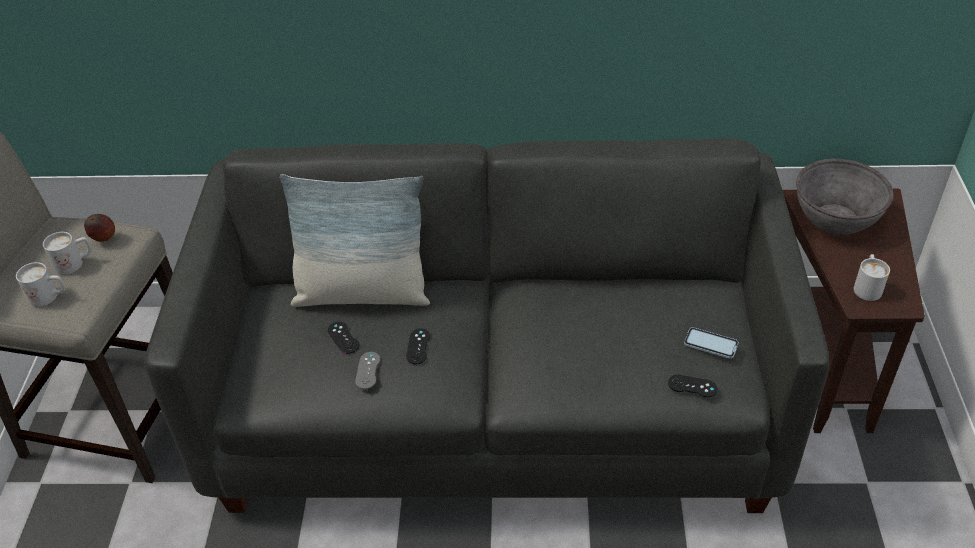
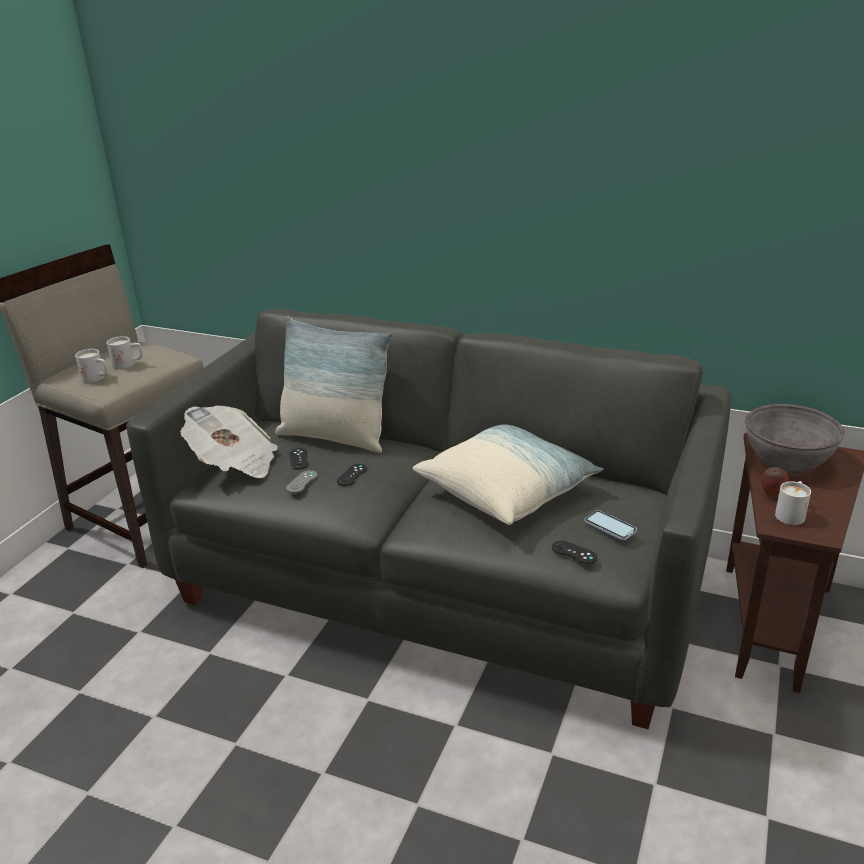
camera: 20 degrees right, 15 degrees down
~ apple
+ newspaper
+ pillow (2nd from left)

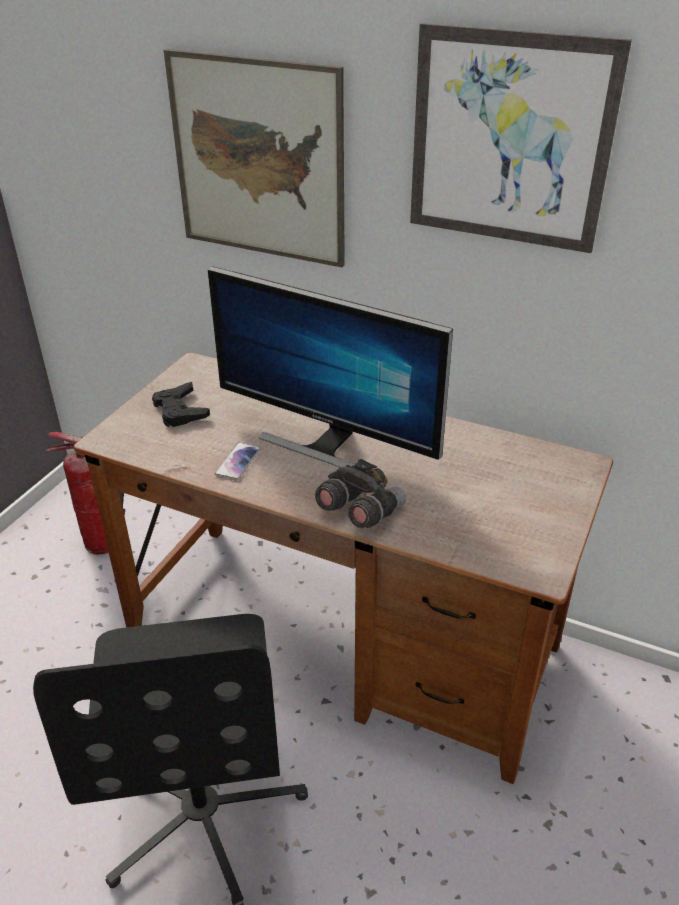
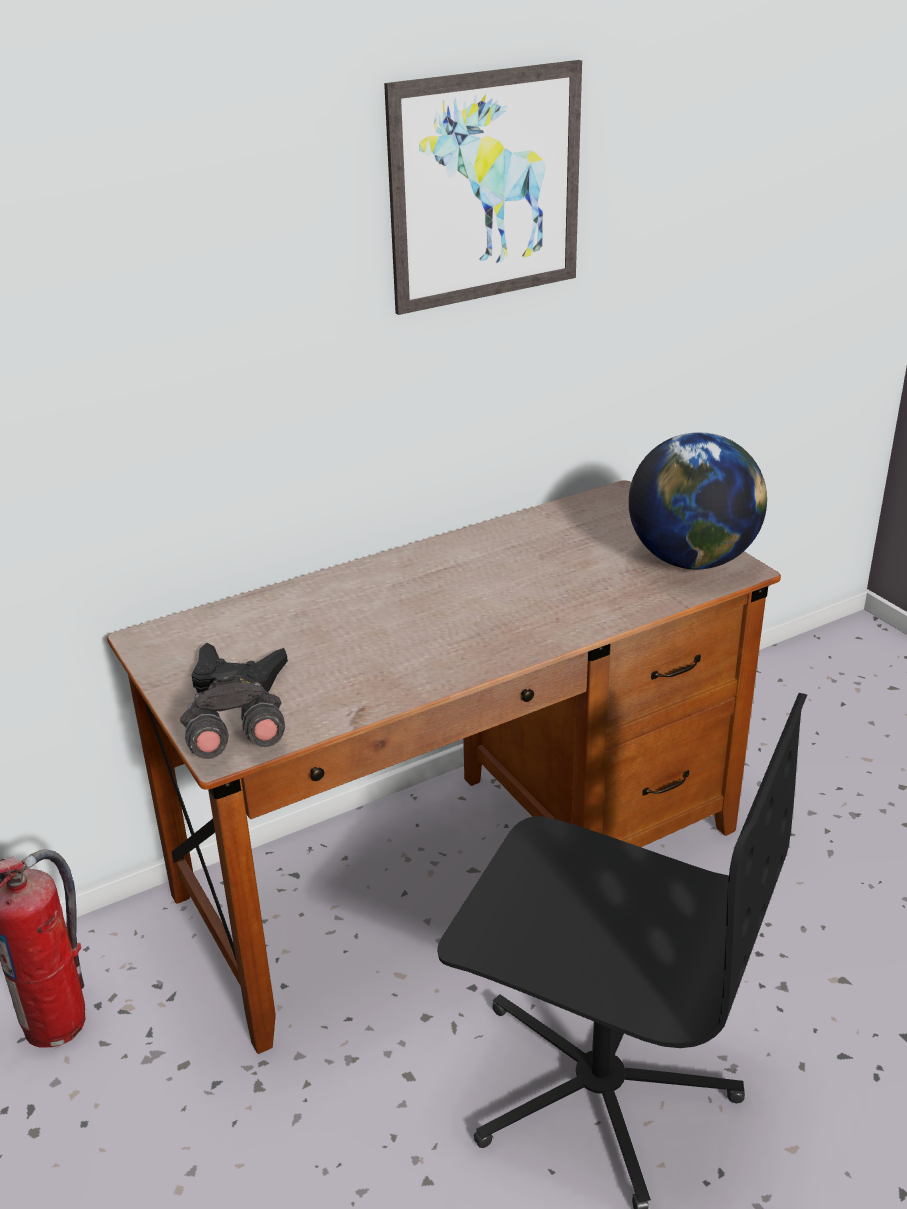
camera: 55 degrees left, 5 degrees down
- picture (1st from left)
- monitor
- phone
~ binoculars in grey
+ globe

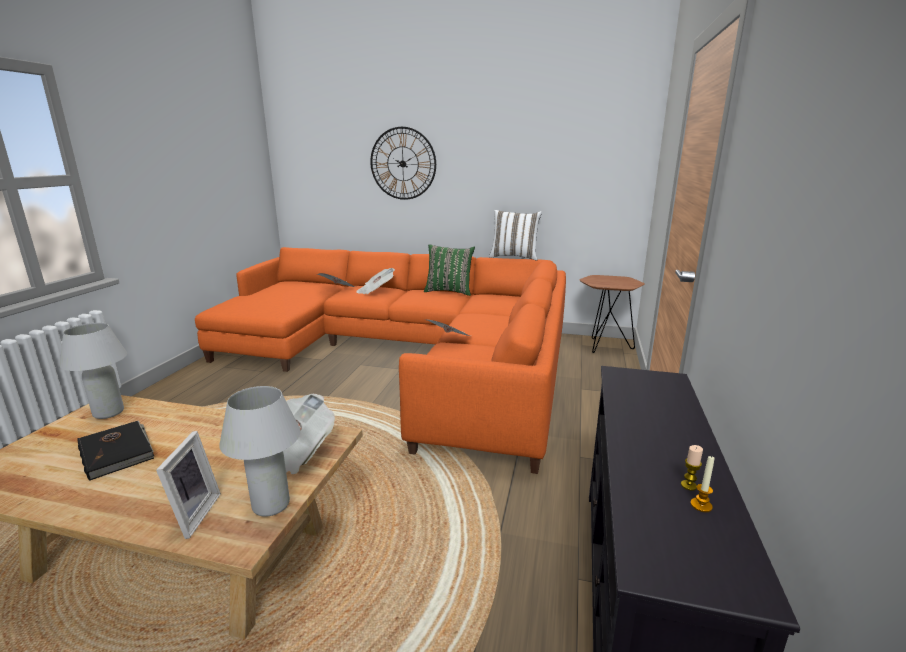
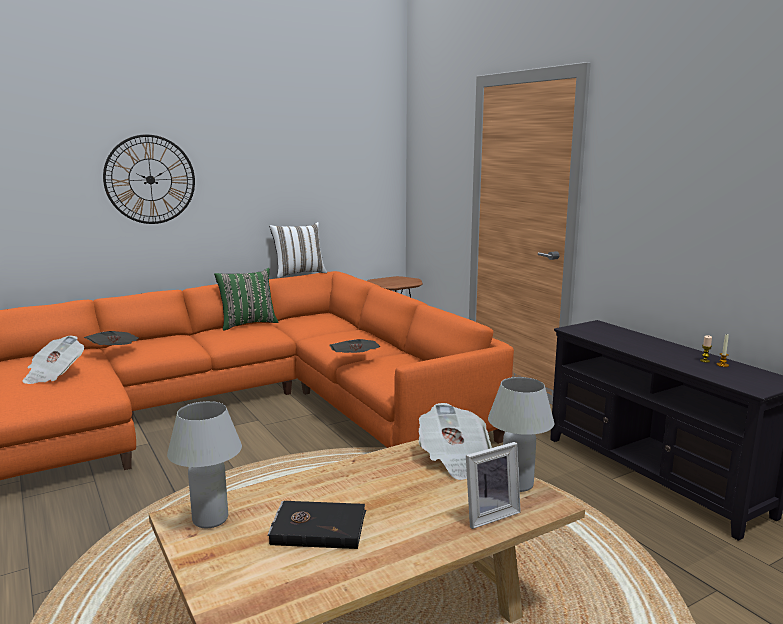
camera: 45 degrees left, 5 degrees down
~ picture frame 105 degrees clockwise
~ newspaper (3rd from left in the first image) to newspaper (1st from left)

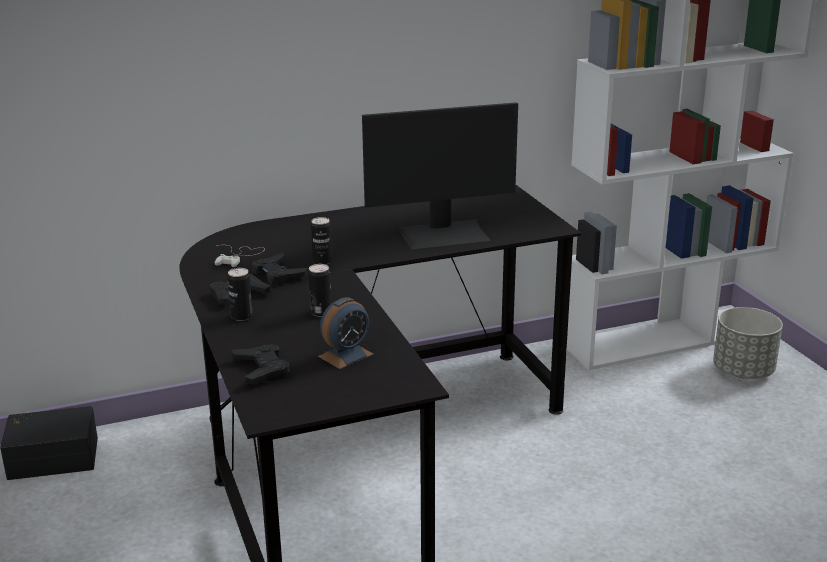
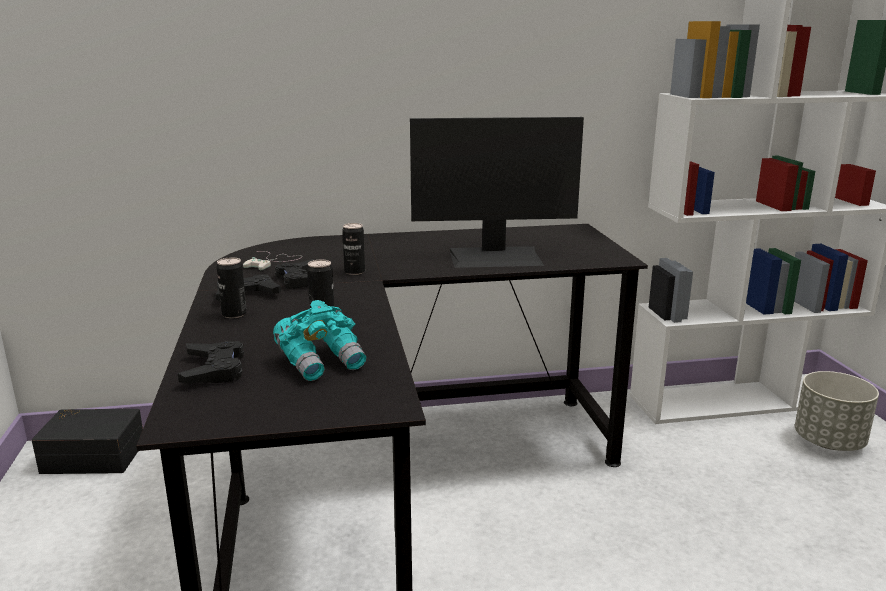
camera: 10 degrees right, 5 degrees down
~ alarm clock to binoculars in turquoise

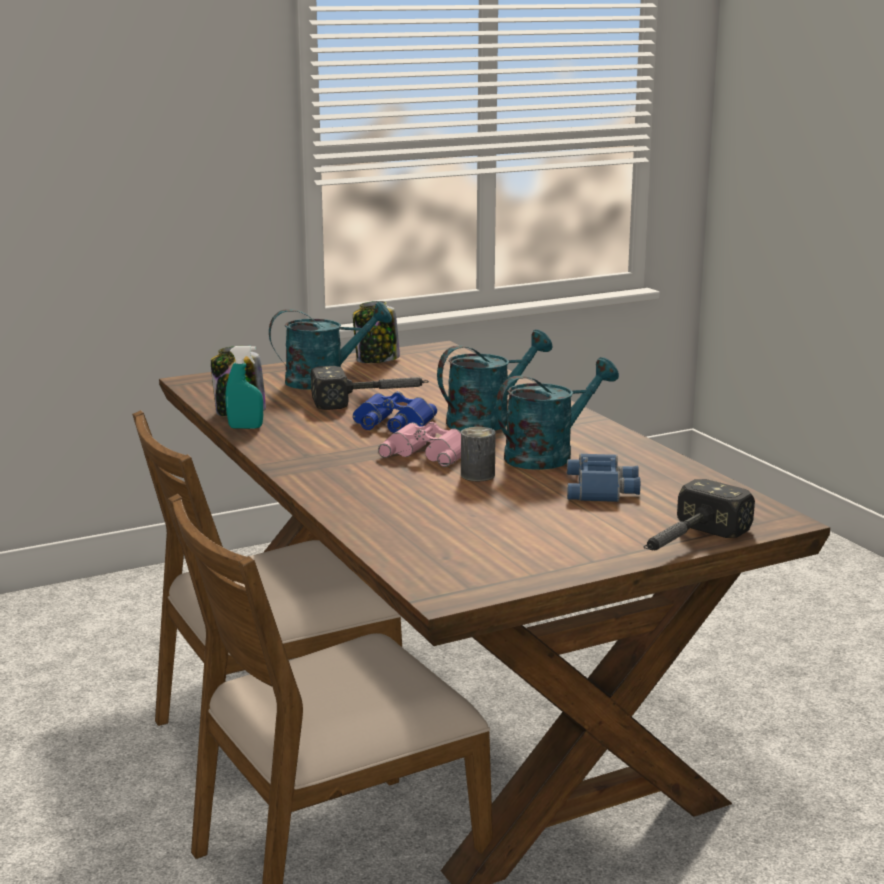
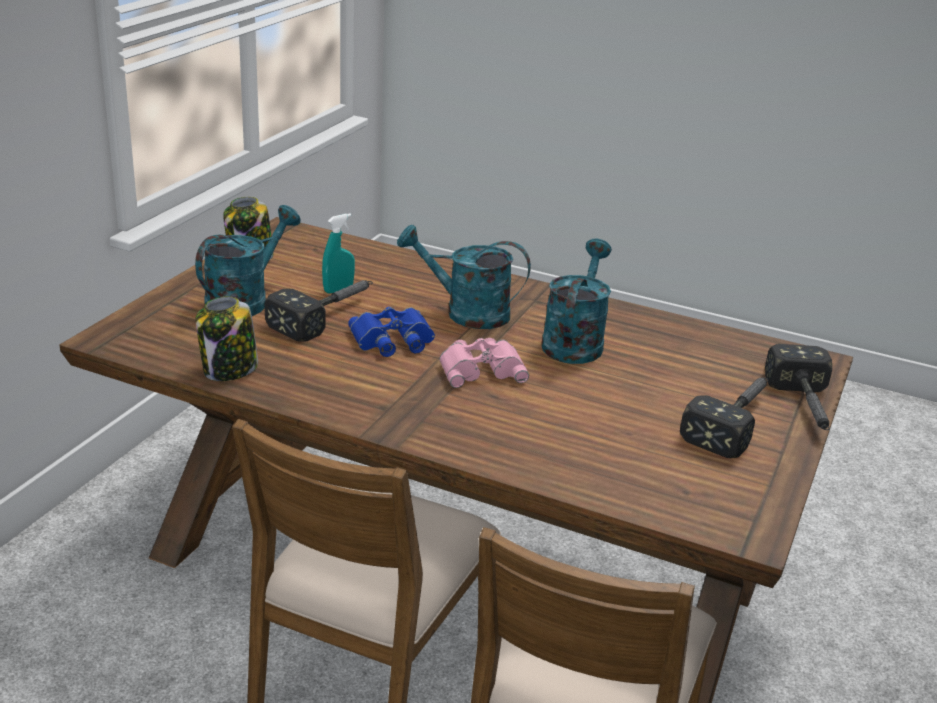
camera: 40 degrees left, 10 degrees up
~ spray bottle in turquoise
~ watering can in turquoise (2nd from left) 90 degrees counterclockwise
- can
- binoculars in blue (2nd from left)
+ hammer (2nd from left)

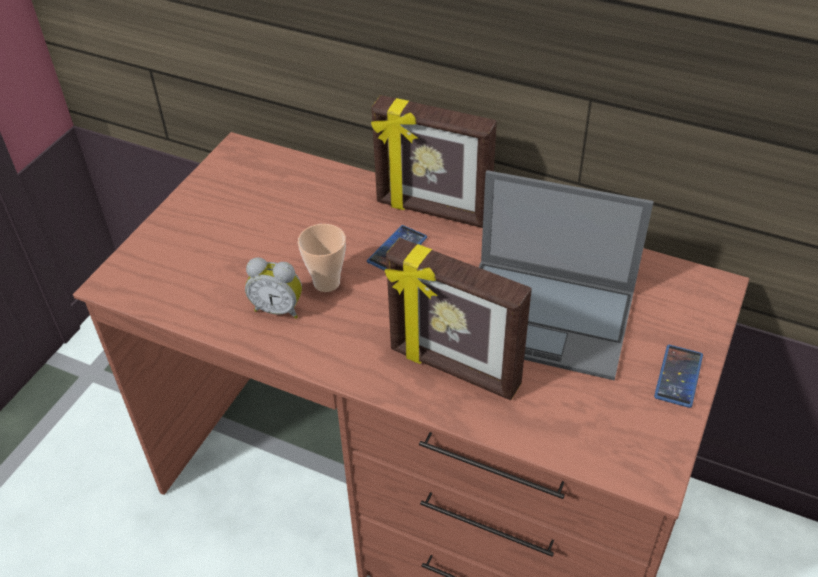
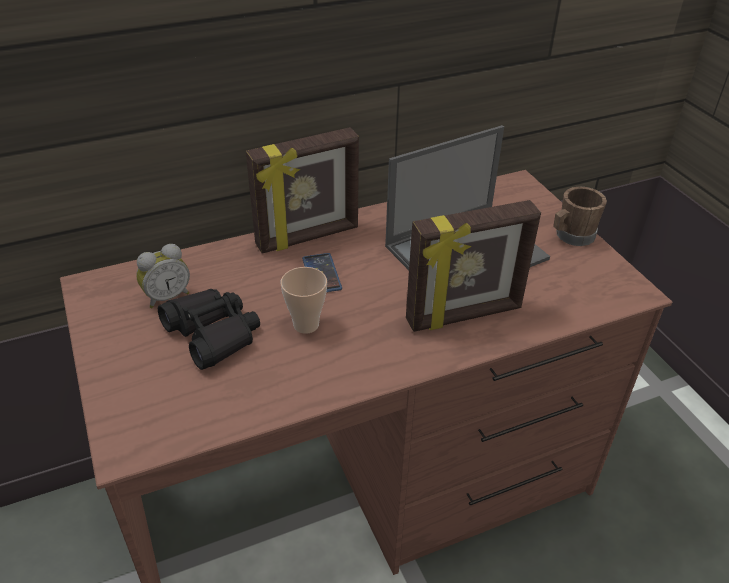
camera: 50 degrees left, 5 degrees down
~ alarm clock
~ phone (2nd from left) to mug in brown
+ binoculars in black

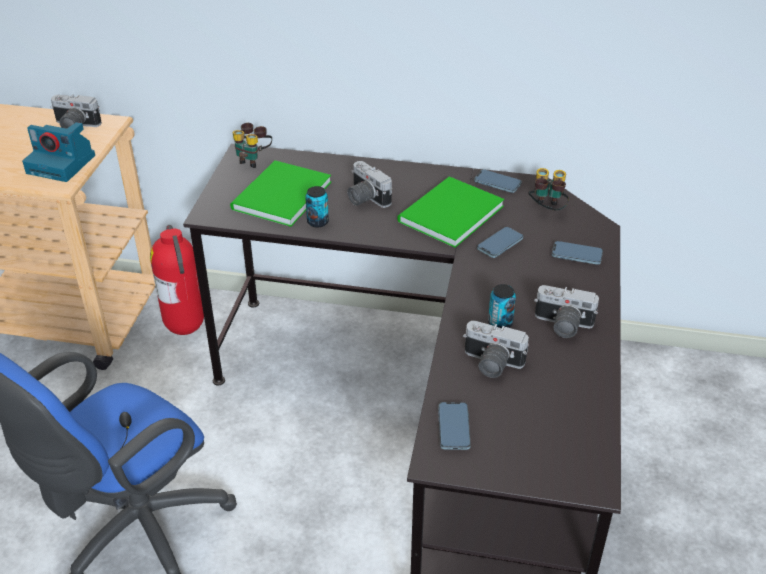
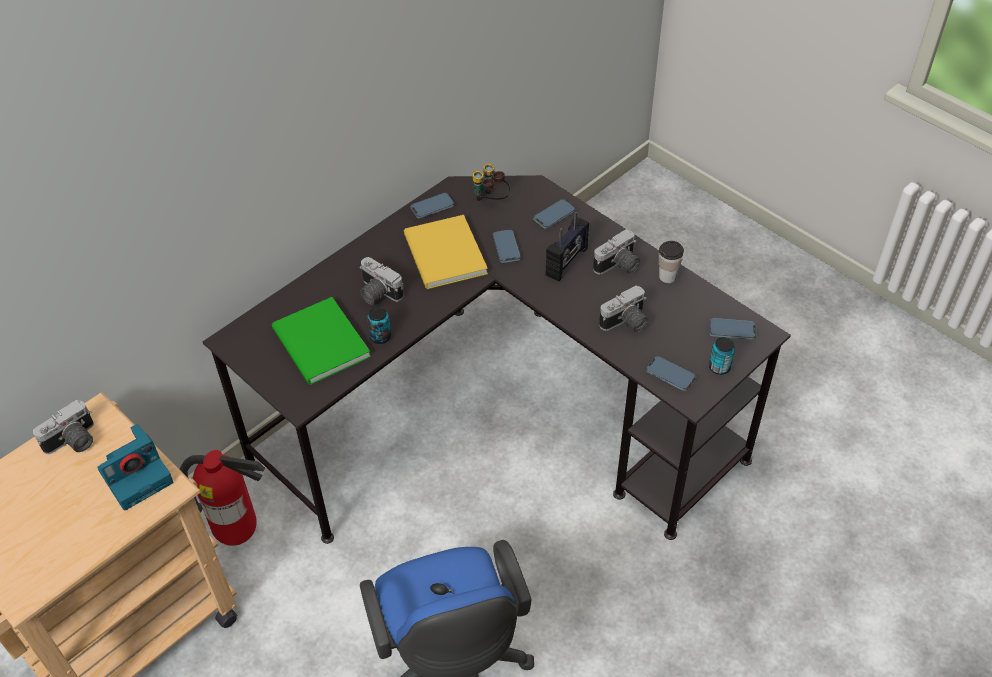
camera: 55 degrees left, 10 degrees up
- binoculars (1st from left)
~ photo camera (3rd from left) 45 degrees clockwise
~ book in green (2nd from left) to book in yellow
~ can (2nd from left)
+ radio
+ cup
+ phone (5th from left)

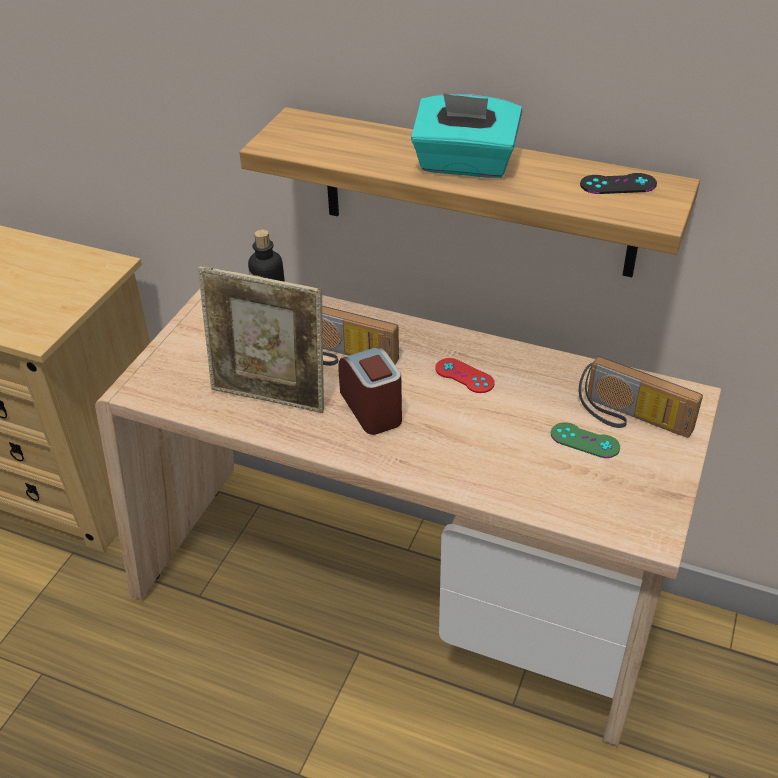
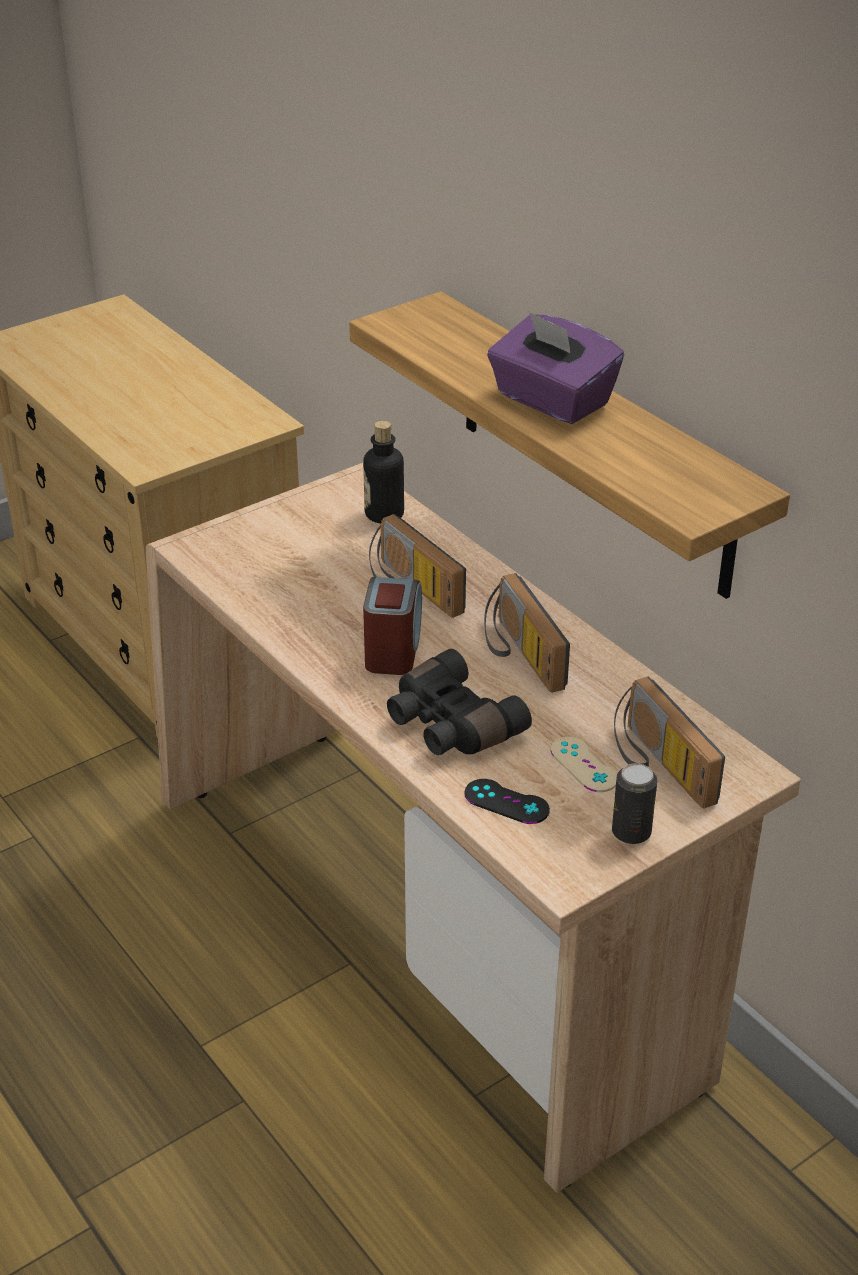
camera: 30 degrees right, 5 degrees down
- picture frame
~ tissue box in turquoise to tissue box in purple
~ game controller in red to radio (2nd from left)
~ game controller in green to game controller in beige
~ game controller in black
+ binoculars in black
+ can

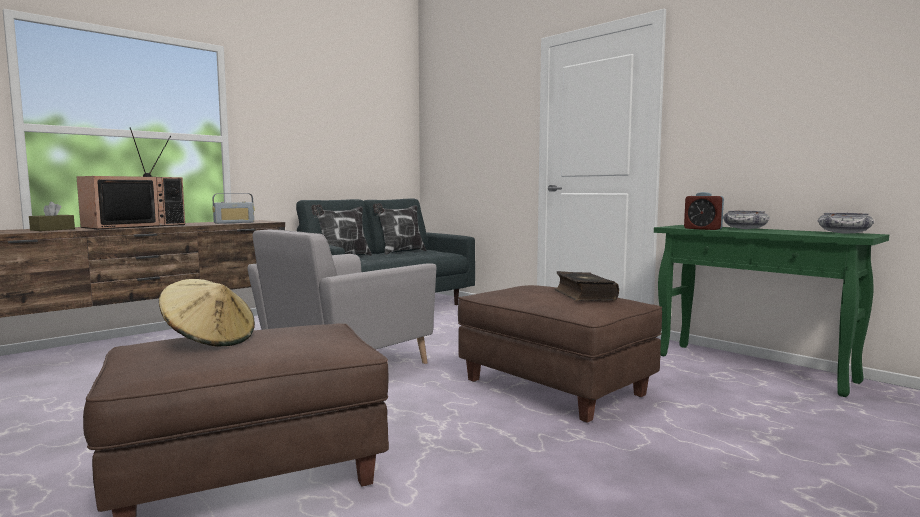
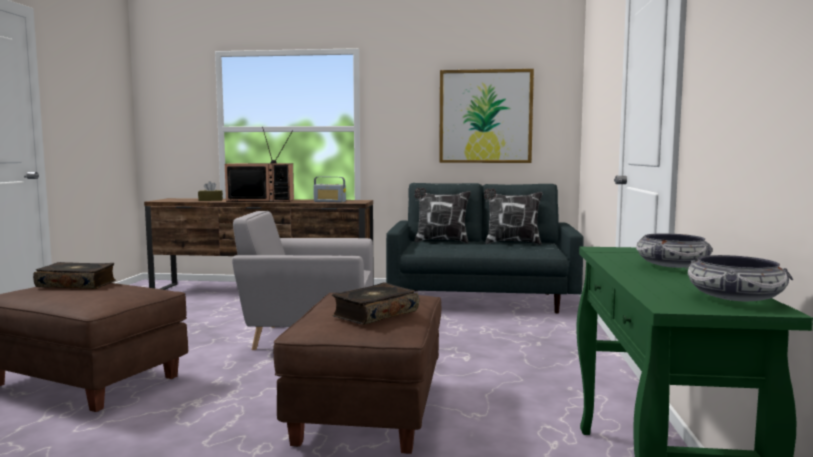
camera: 50 degrees right, 0 degrees up
~ hat in beige to book (1st from left)
- alarm clock
+ picture

